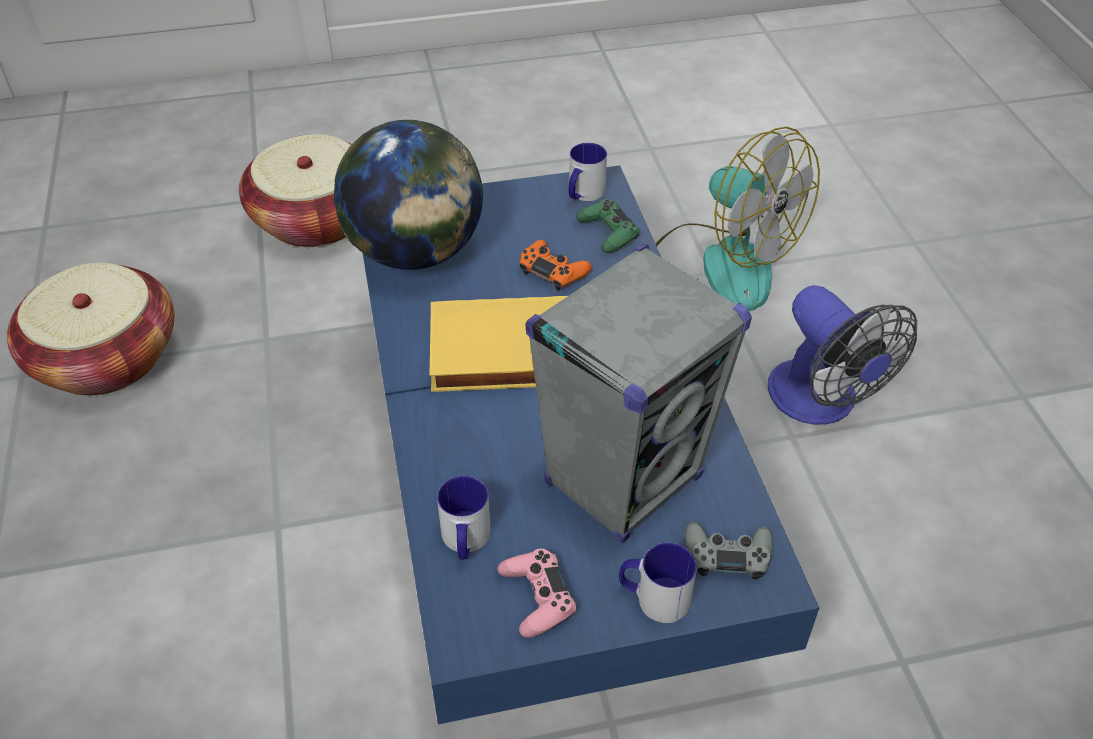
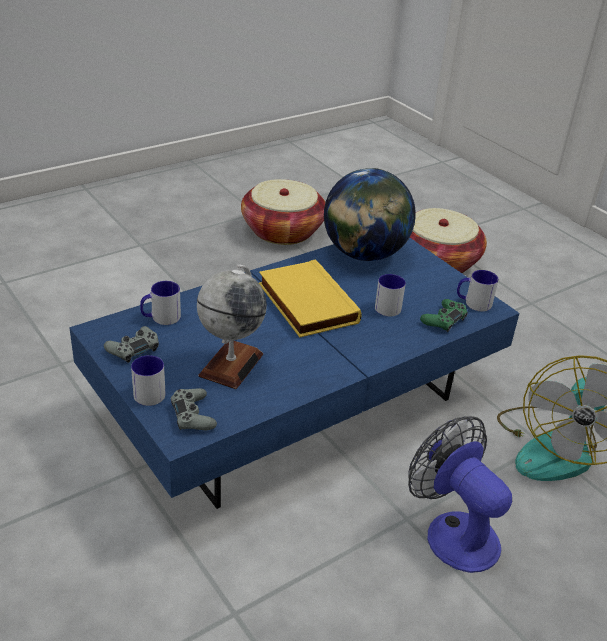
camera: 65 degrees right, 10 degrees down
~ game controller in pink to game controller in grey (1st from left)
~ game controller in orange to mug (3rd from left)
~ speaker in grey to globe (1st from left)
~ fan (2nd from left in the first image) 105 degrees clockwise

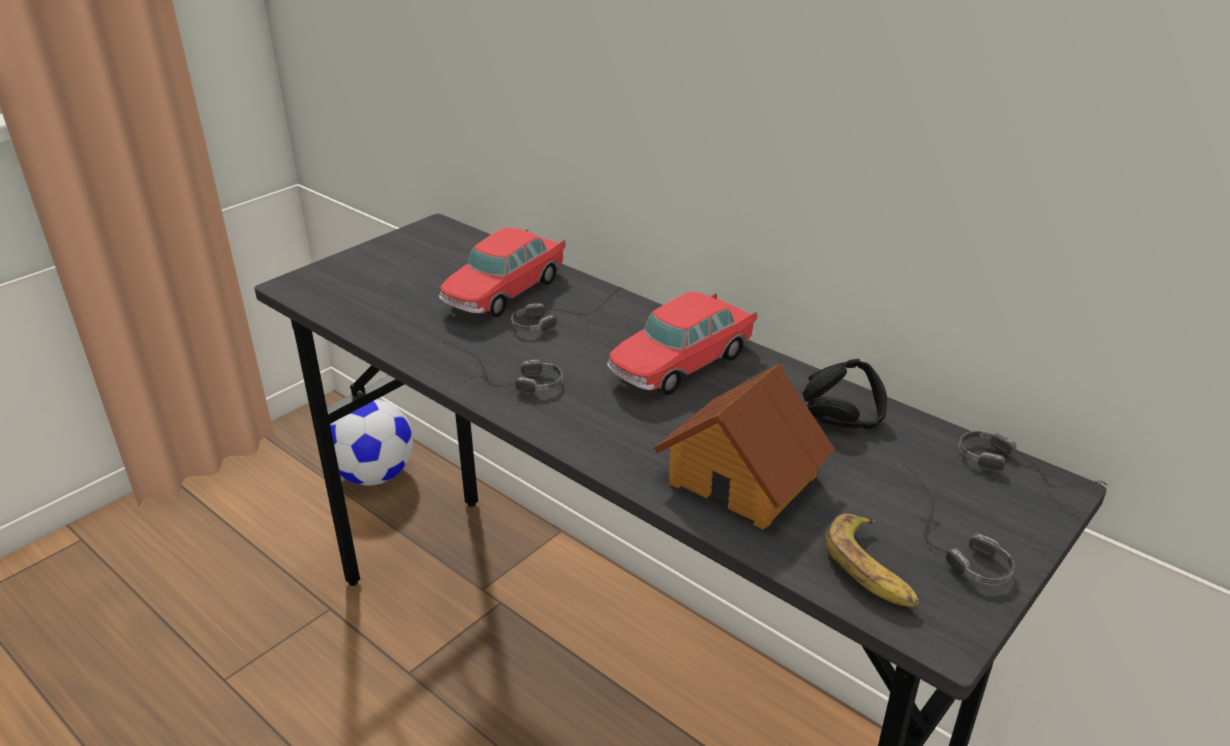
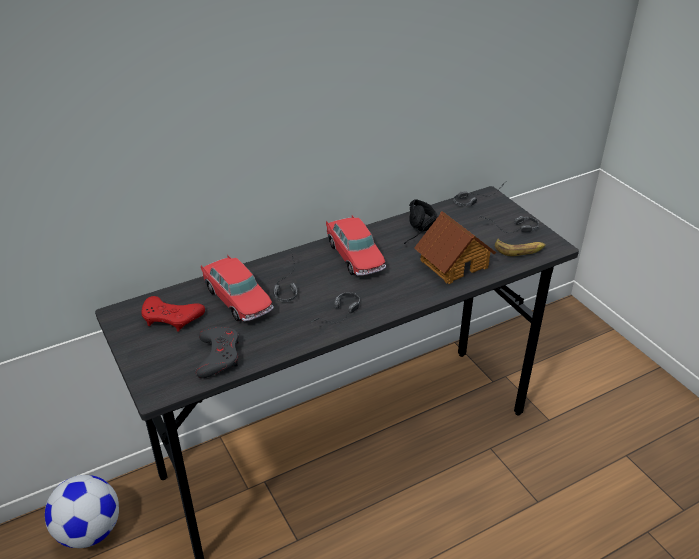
camera: 70 degrees left, 5 degrees up
+ game controller in red
+ game controller in grey

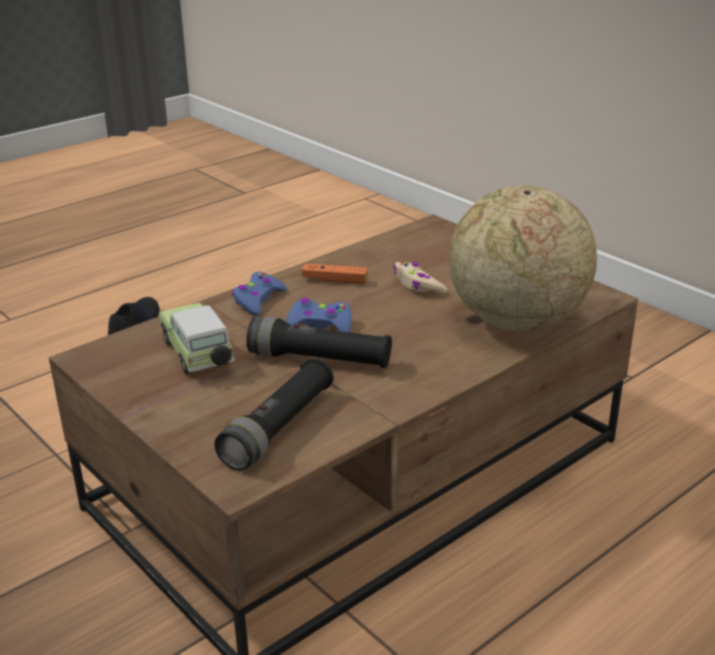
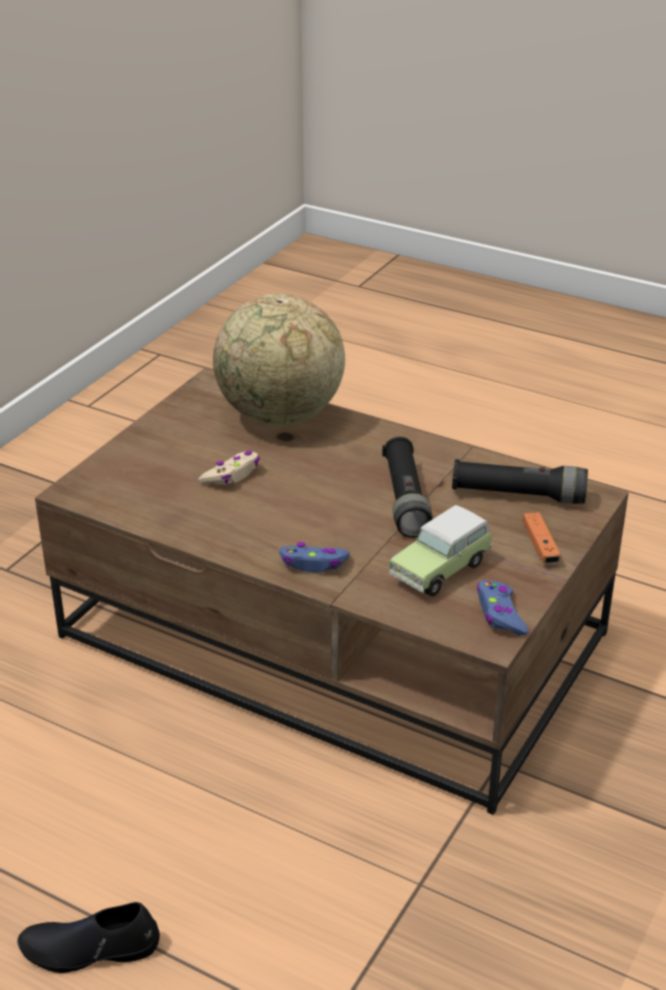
camera: 110 degrees left, 5 degrees up
~ game controller in blue (2nd from left)
~ game controller in orange

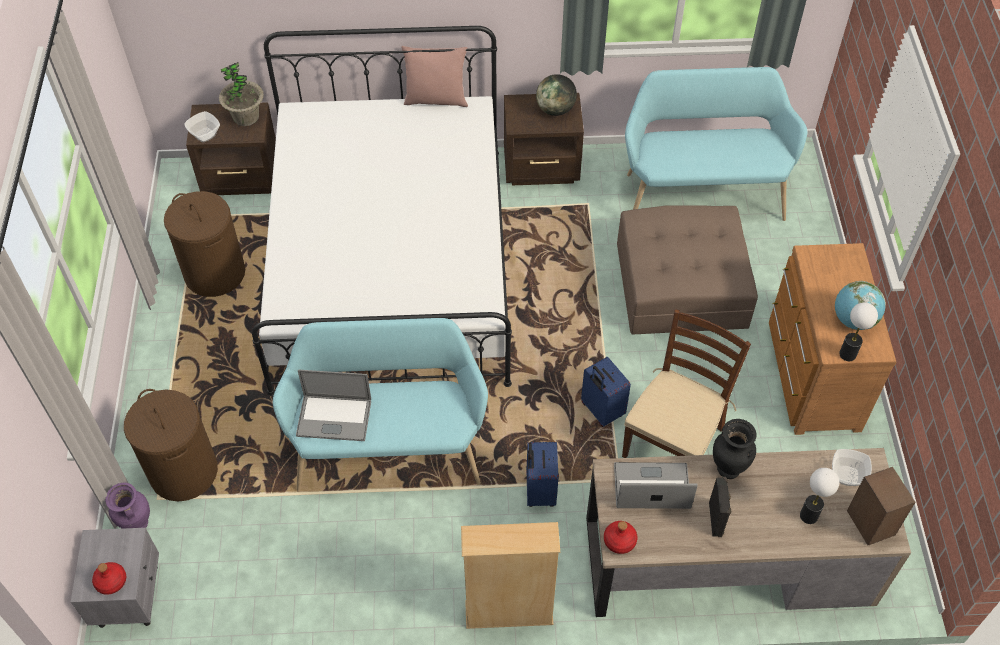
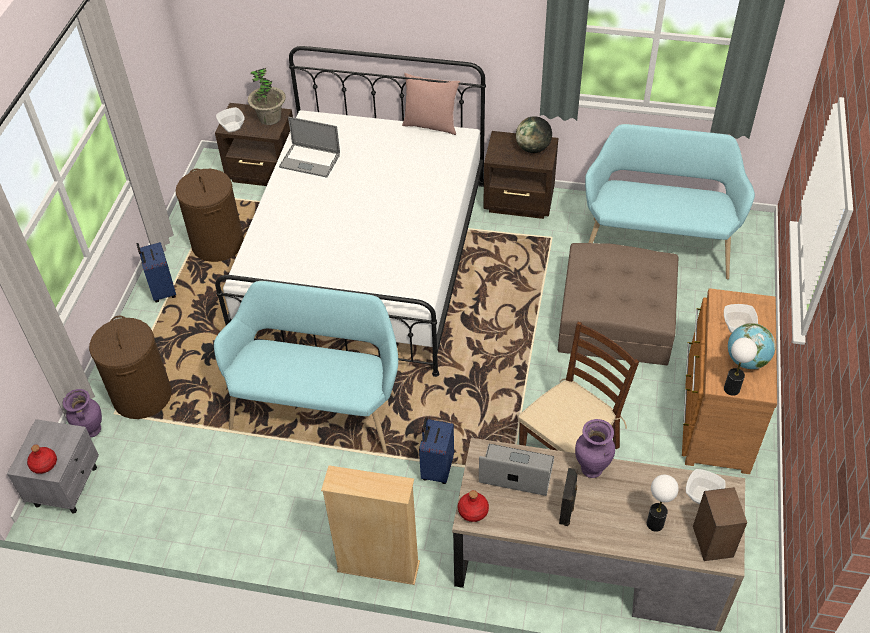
camera: 15 degrees right, 5 degrees down
~ laptop (1st from left)
~ suitcase in blue (2nd from left in the first image) to suitcase in blue (1st from left)
~ vase in black to vase in purple (2nd from left)
+ bowl (3rd from left)

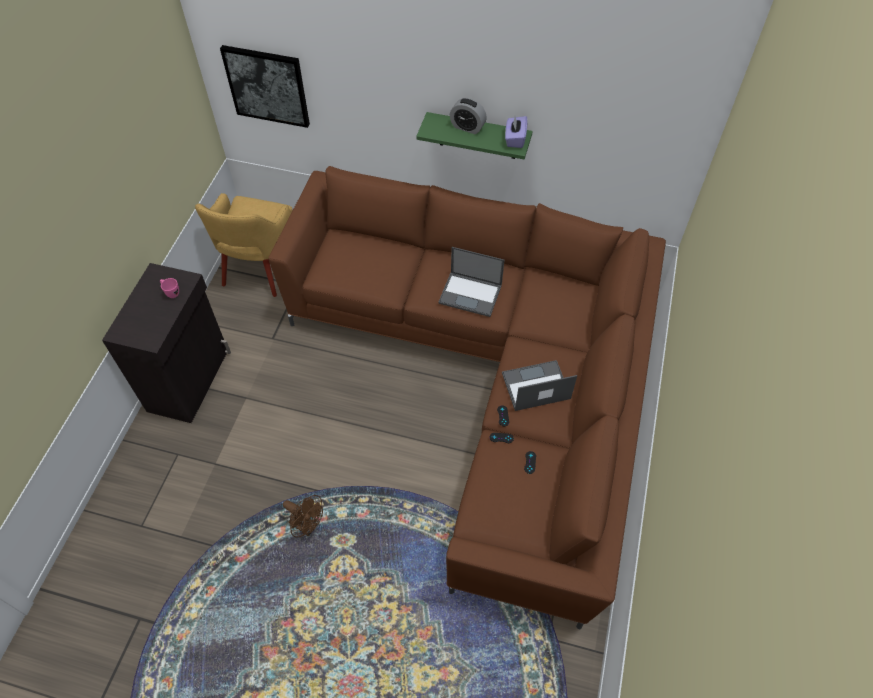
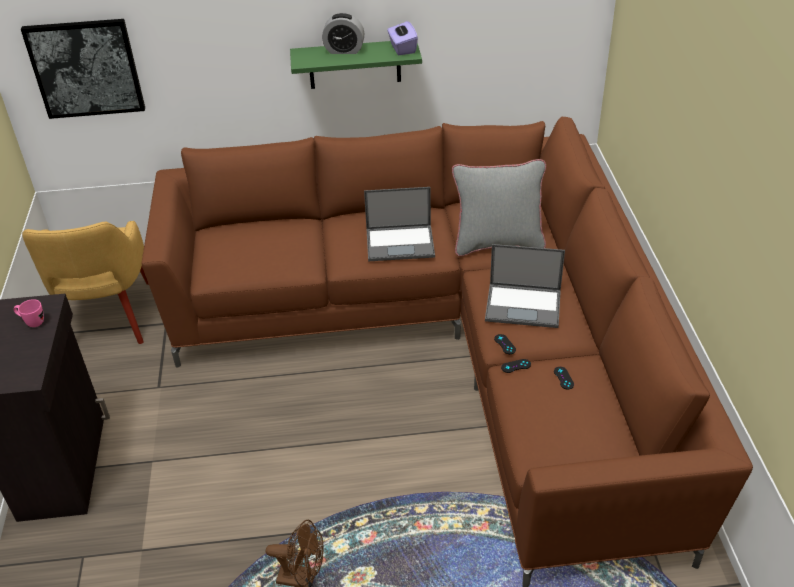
camera: 20 degrees left, 15 degrees down
~ laptop (2nd from left) 135 degrees counterclockwise
+ pillow in grey

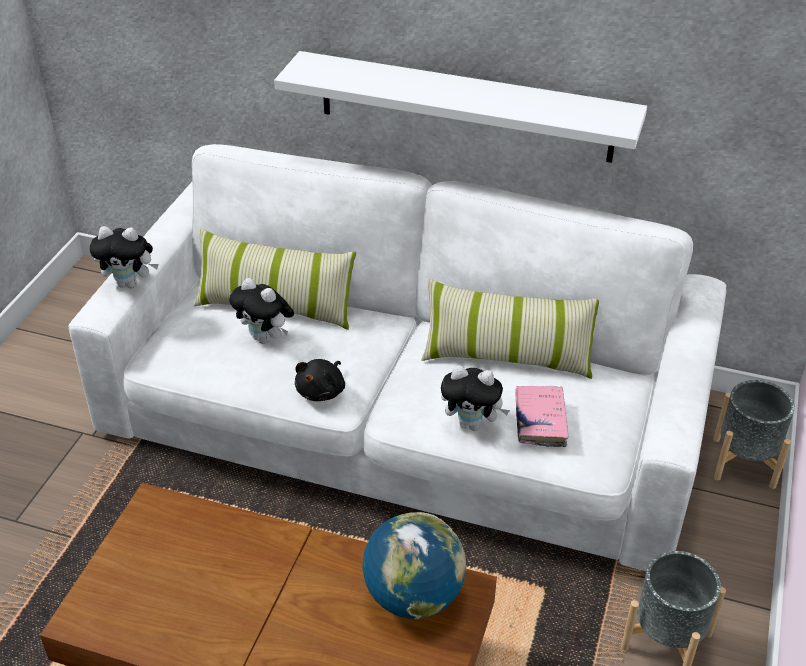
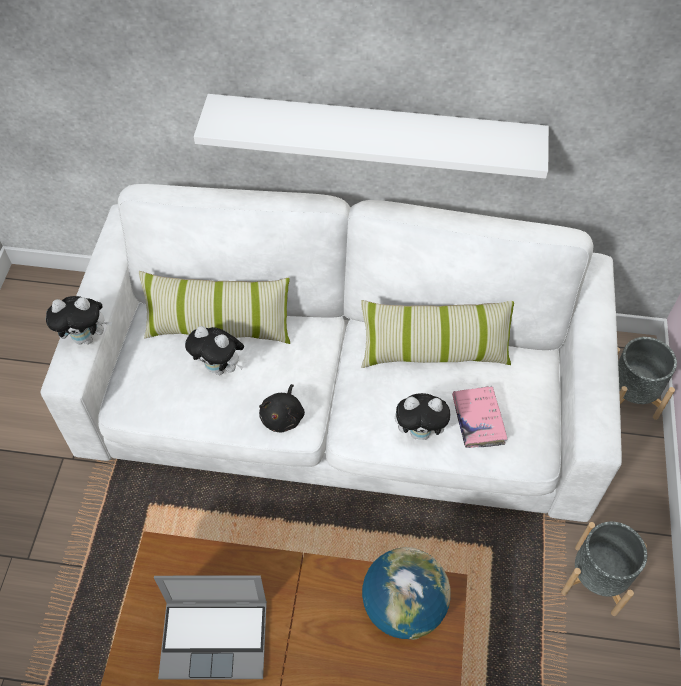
camera: 10 degrees left, 15 degrees up
+ laptop

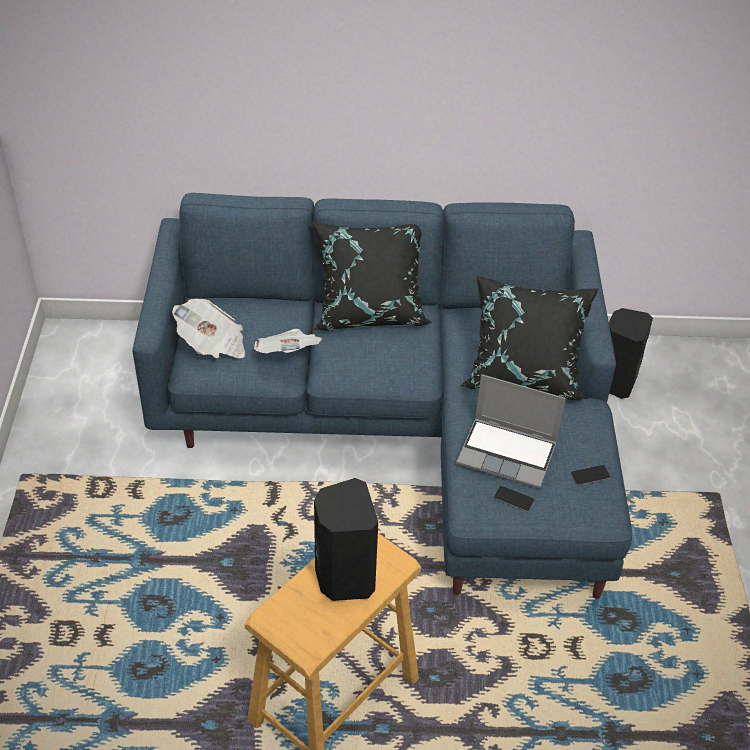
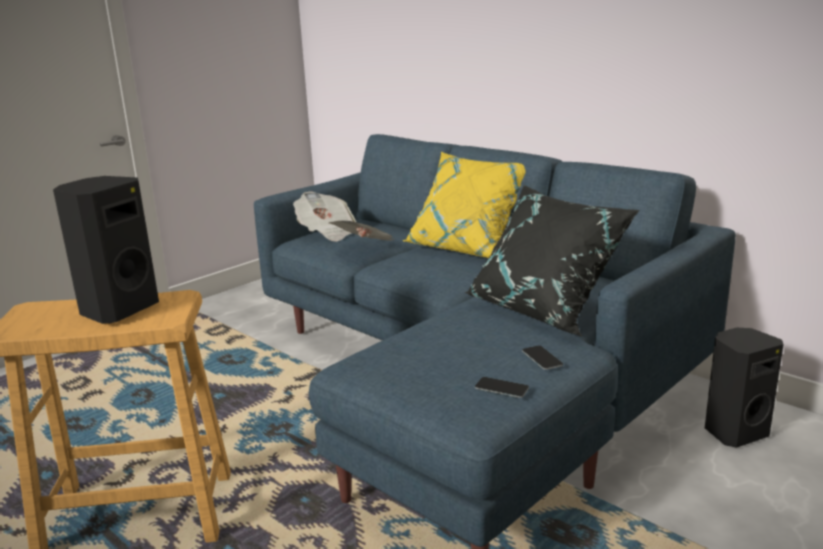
camera: 45 degrees right, 25 degrees down
~ pillow in black (1st from left) to pillow in yellow
- laptop
~ phone (1st from left in the first image) to phone (2nd from left)

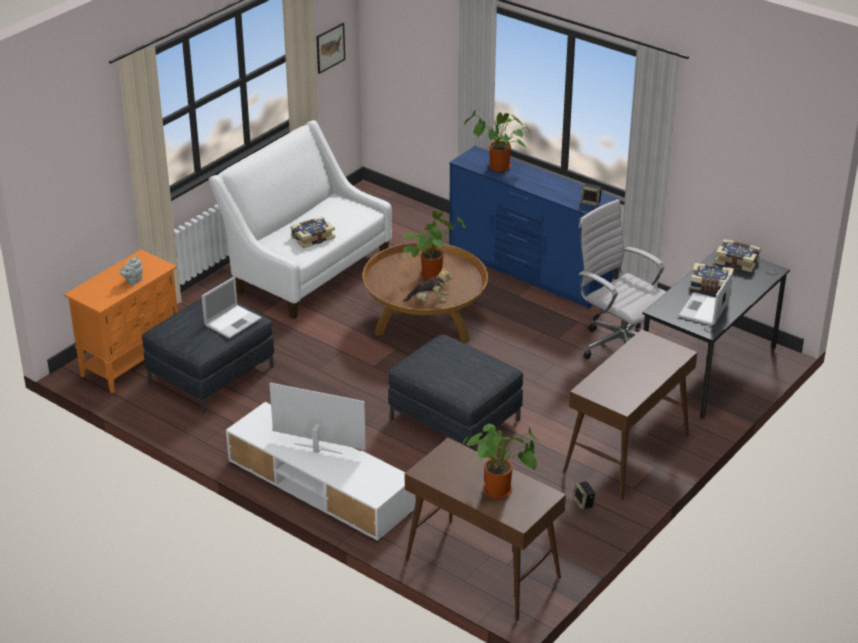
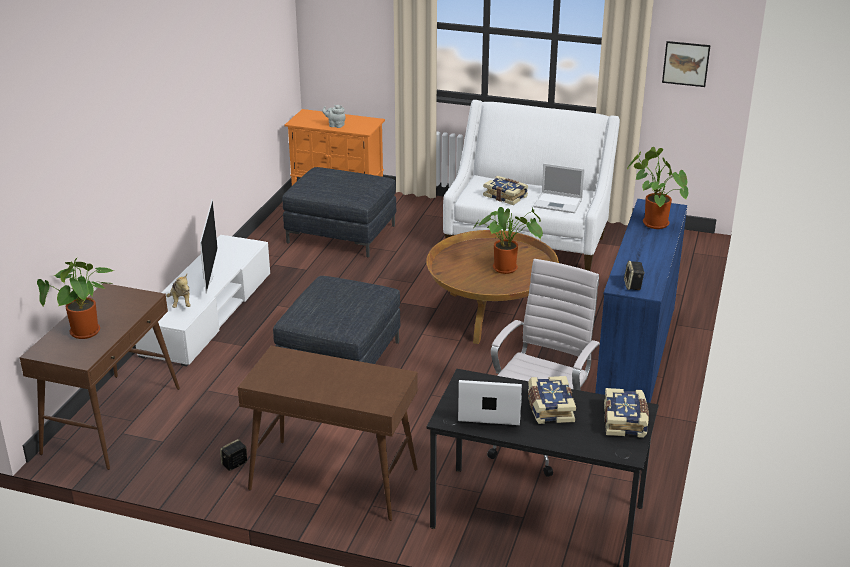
camera: 70 degrees right, 5 degrees down
~ laptop (1st from left in the first image) to laptop (2nd from left)
~ plush toy

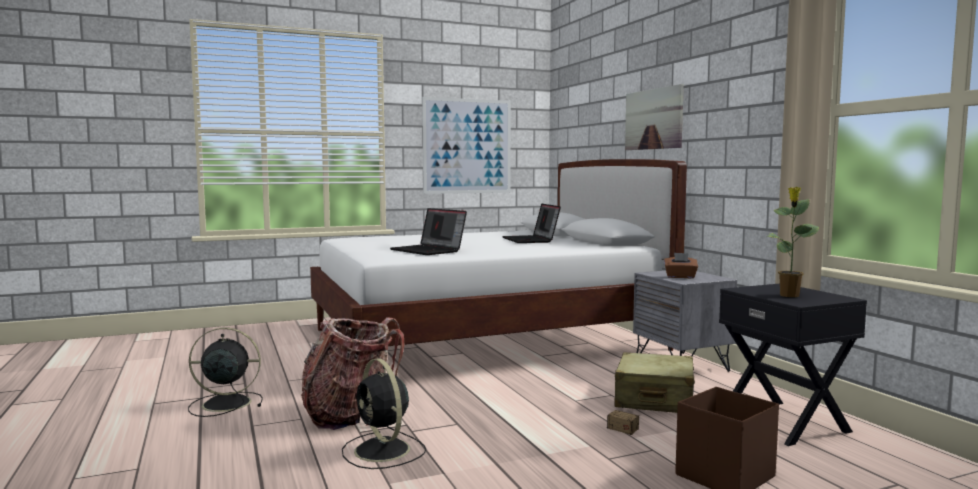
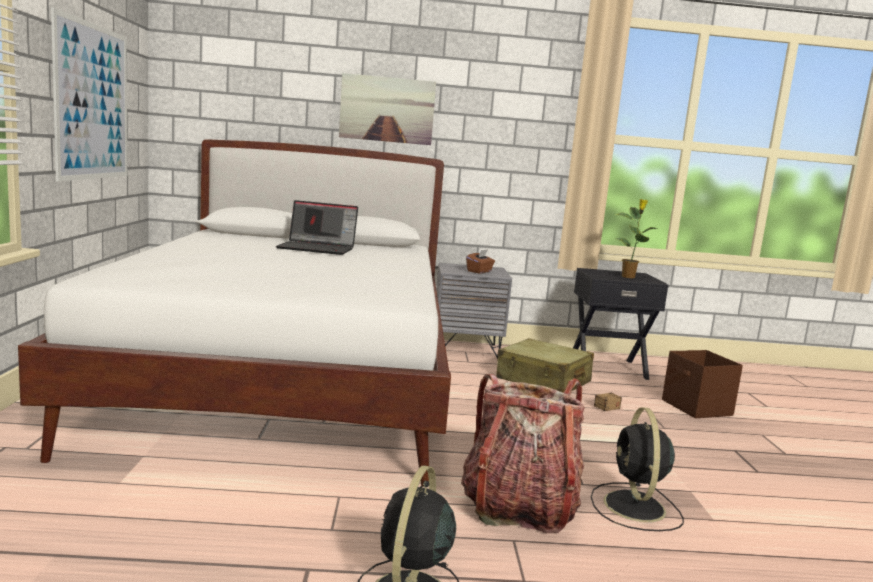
camera: 70 degrees left, 5 degrees up
~ fan in black (2nd from left) 105 degrees clockwise
- laptop (1st from left)

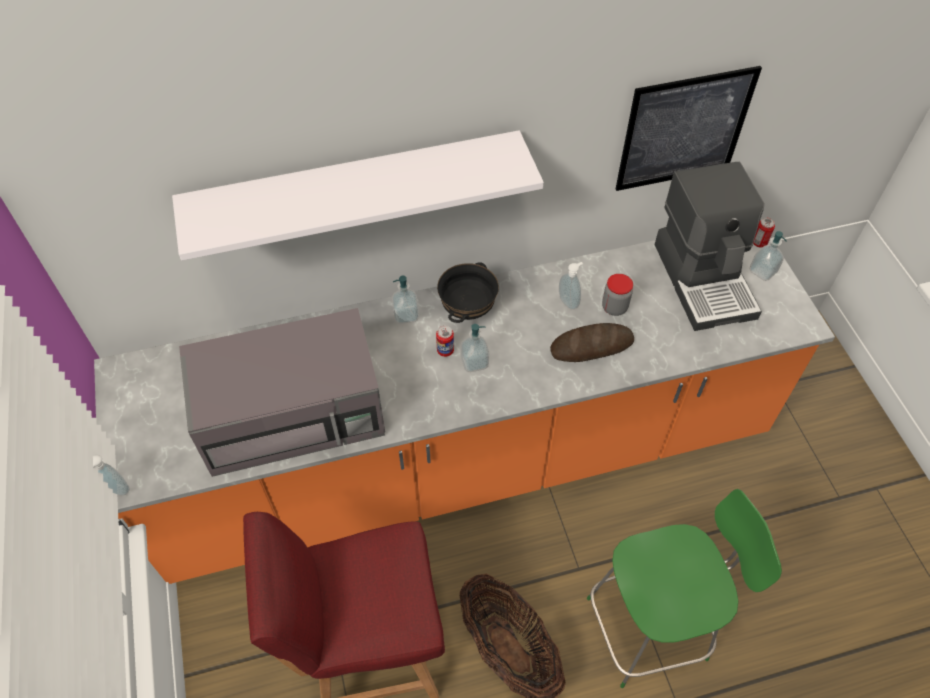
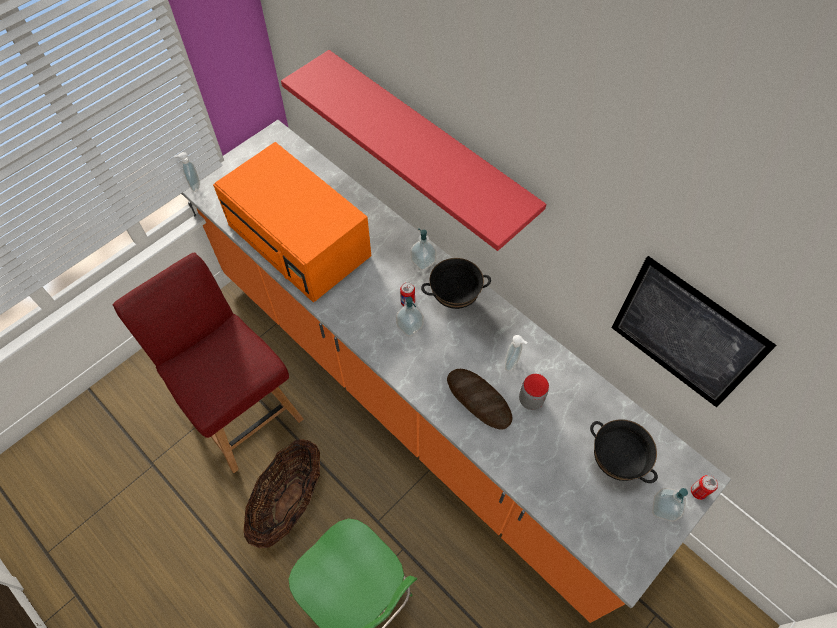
camera: 60 degrees right, 5 degrees up
~ shelf in white to shelf in red
~ microwave in grey to microwave in orange
~ coffee machine to bowl in black (2nd from left)

